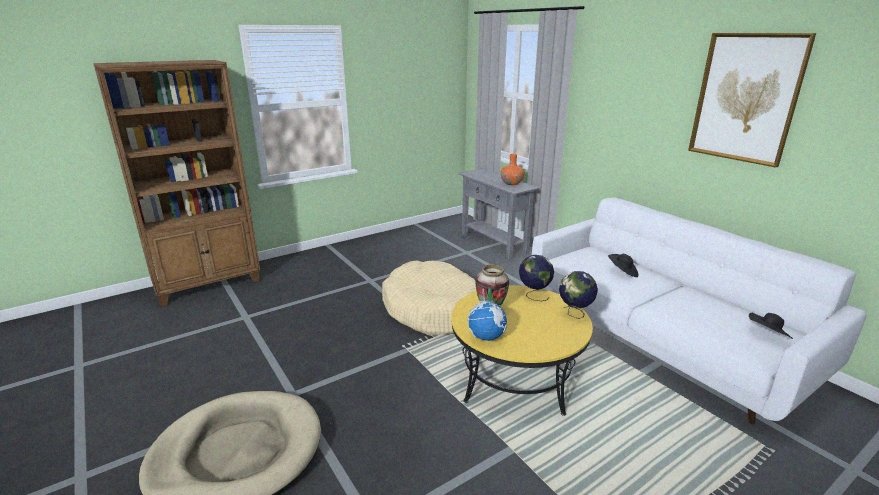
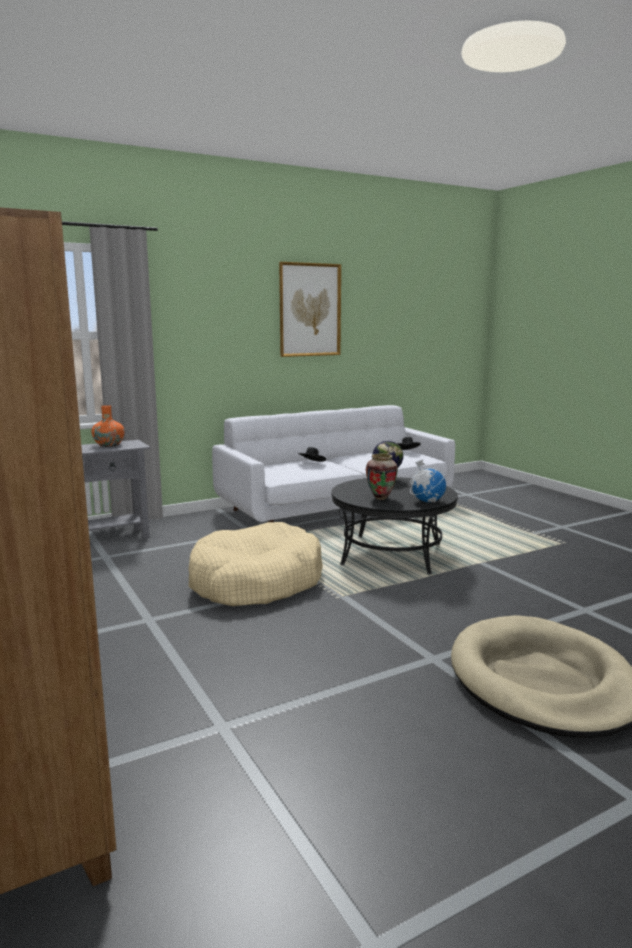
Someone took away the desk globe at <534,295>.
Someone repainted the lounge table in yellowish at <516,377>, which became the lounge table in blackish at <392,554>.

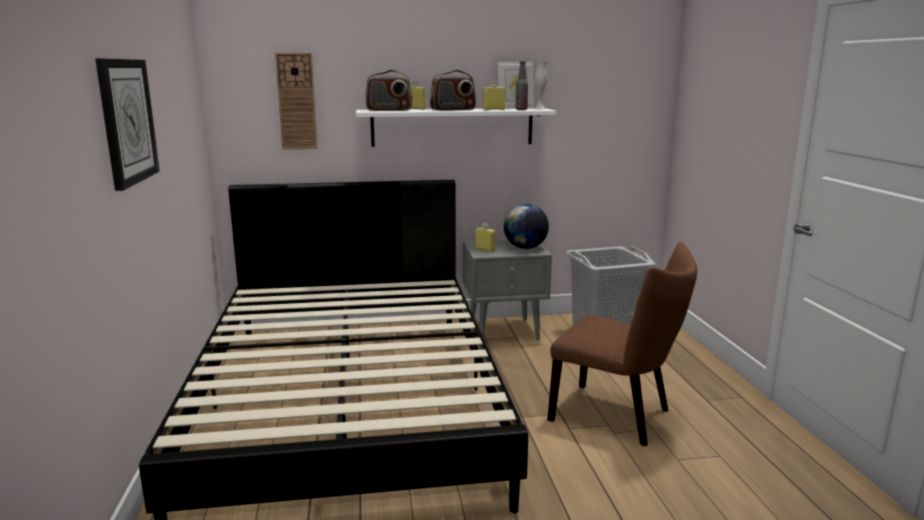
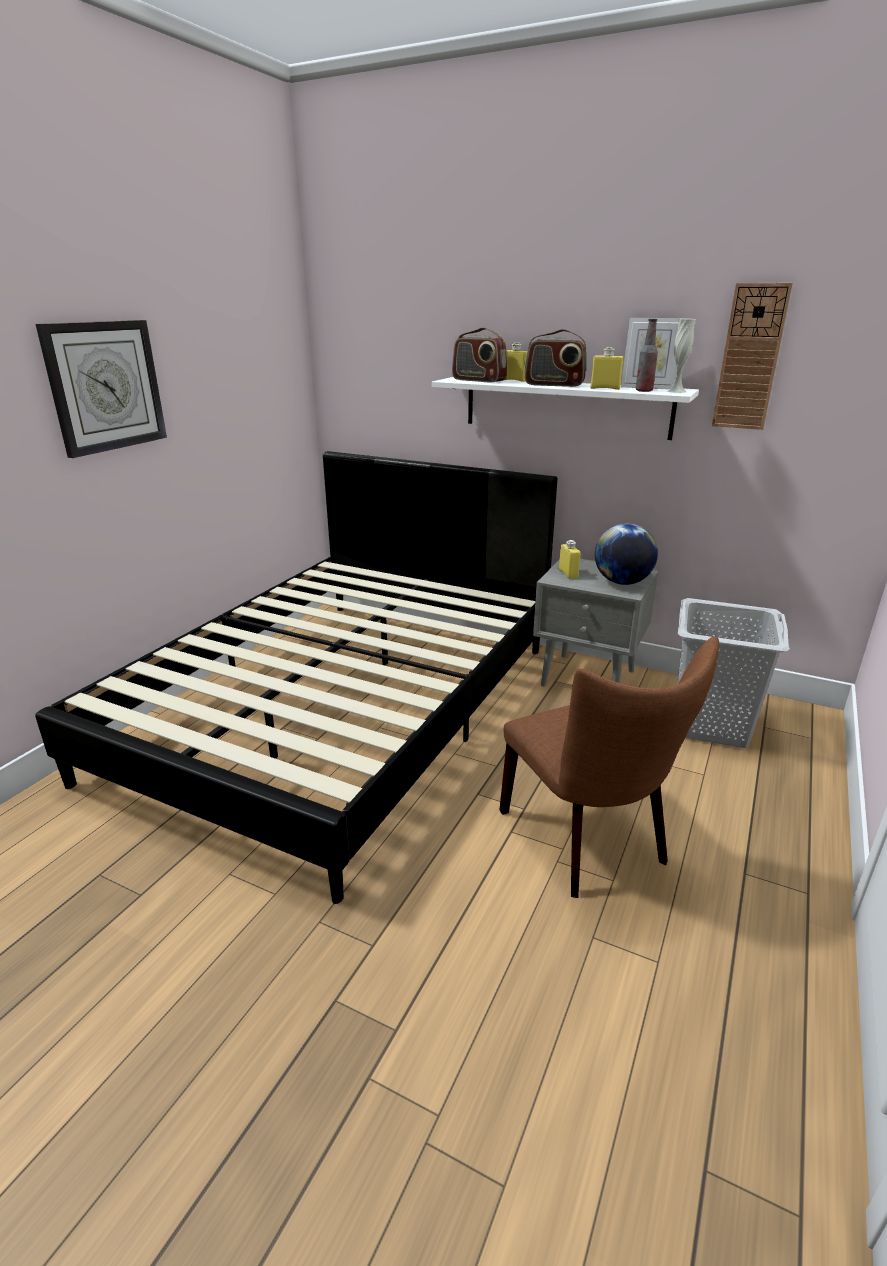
Someone carried the clock on the wall from <296,101> to <750,358>.

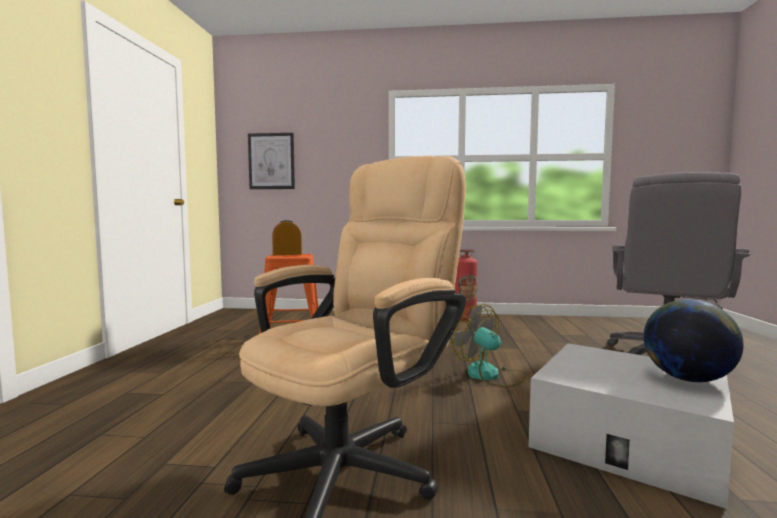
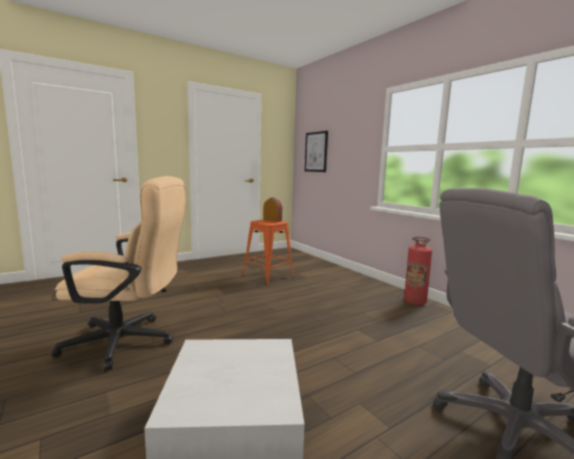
Someone took away the fan at <490,375>.
Someone took away the desk globe at <687,379>.

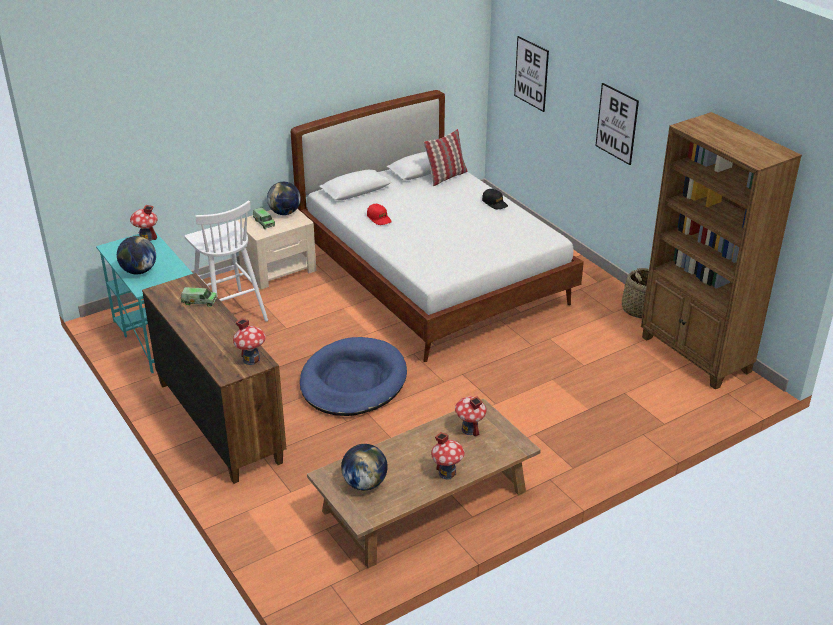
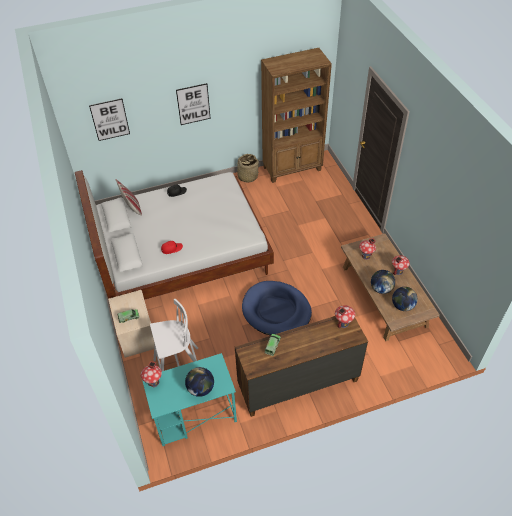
Someone carried the desk globe from <285,213> to <381,289>.

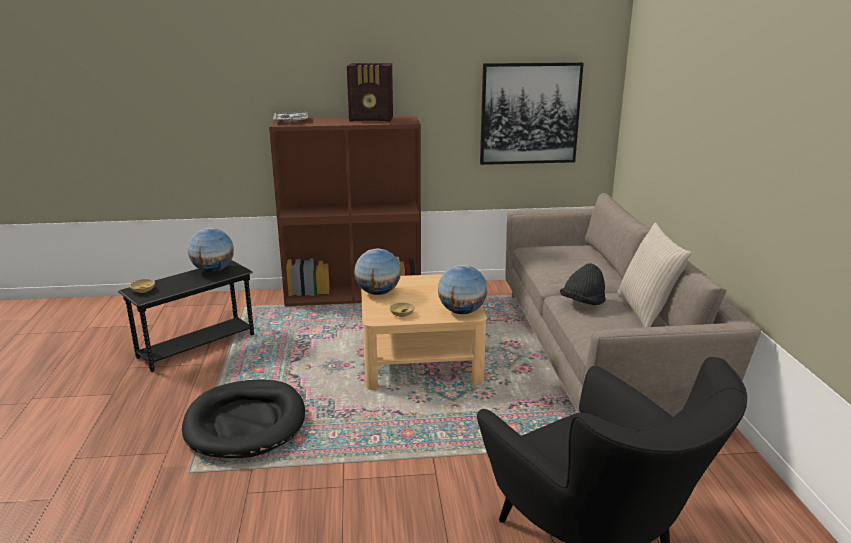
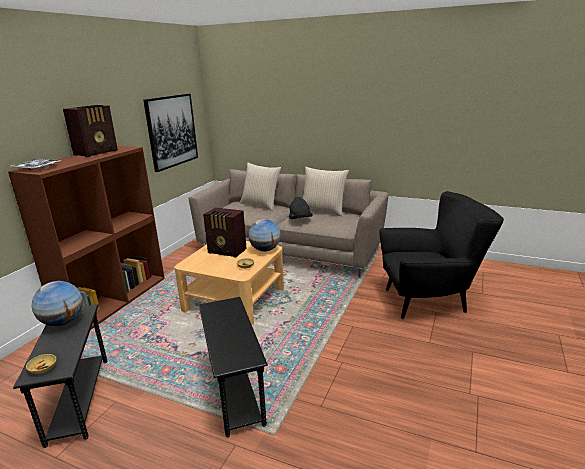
Someone took away the desk globe at <378,293>.
Someone put down the radio at <227,251>.
Someone put down the cushion in beige-coloured at <261,205>.
Someone swapped the dog bed in blackish at <246,423> for the accent table in blackish at <234,391>.

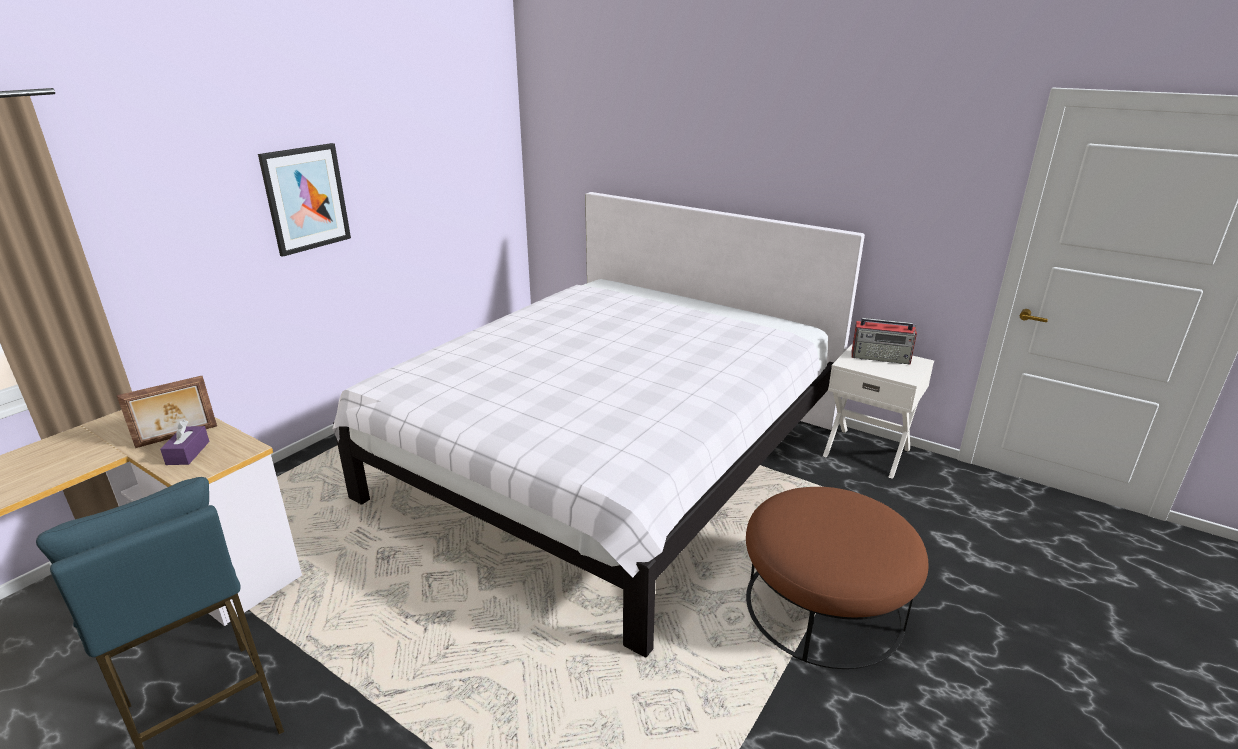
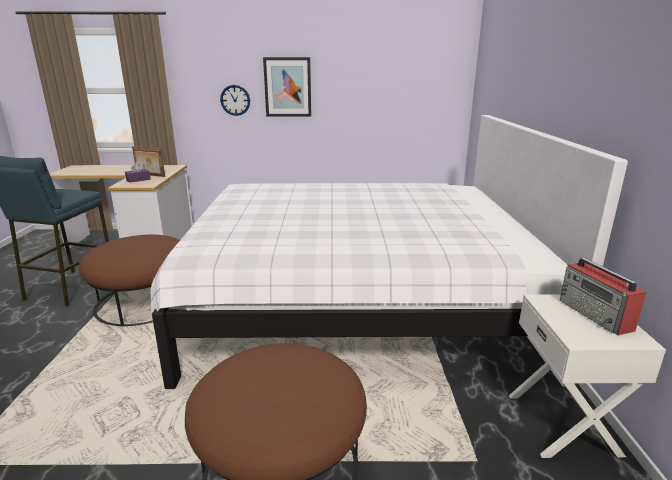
Someone put down the ottoman in brownish at <144,301>.
Someone put up the clock on the wall at <235,100>.

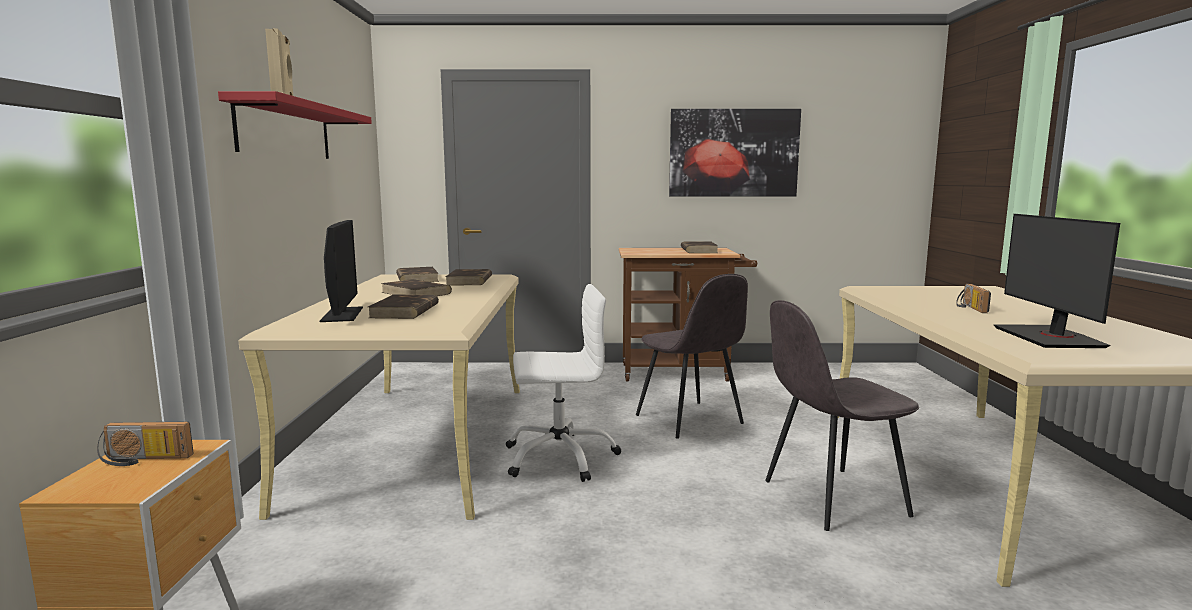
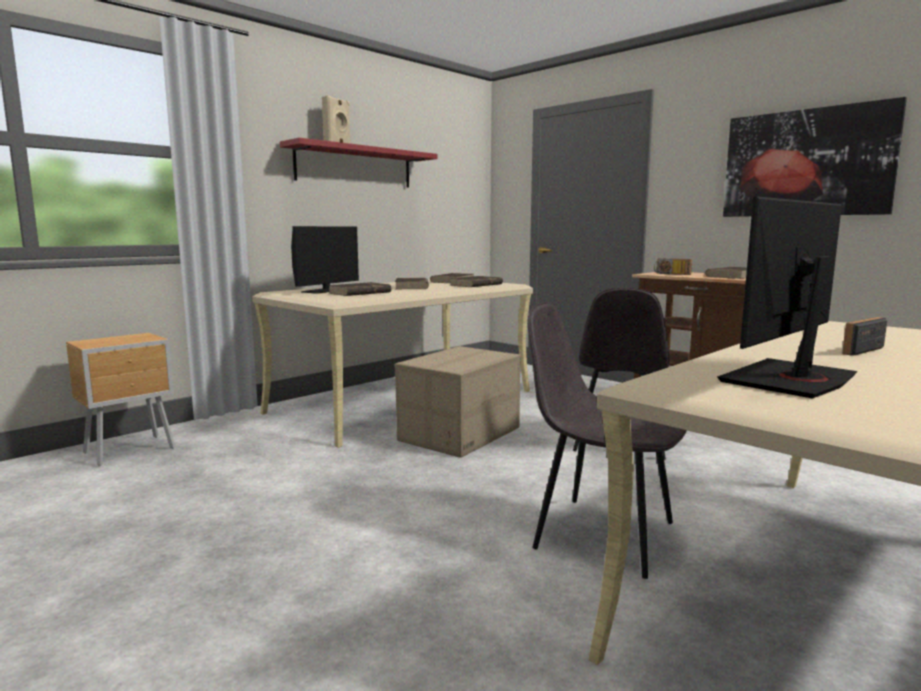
Someone carried the radio from <143,460> to <671,274>.
Someone swapped the computer chair in white at <560,457> for the carton at <460,434>.

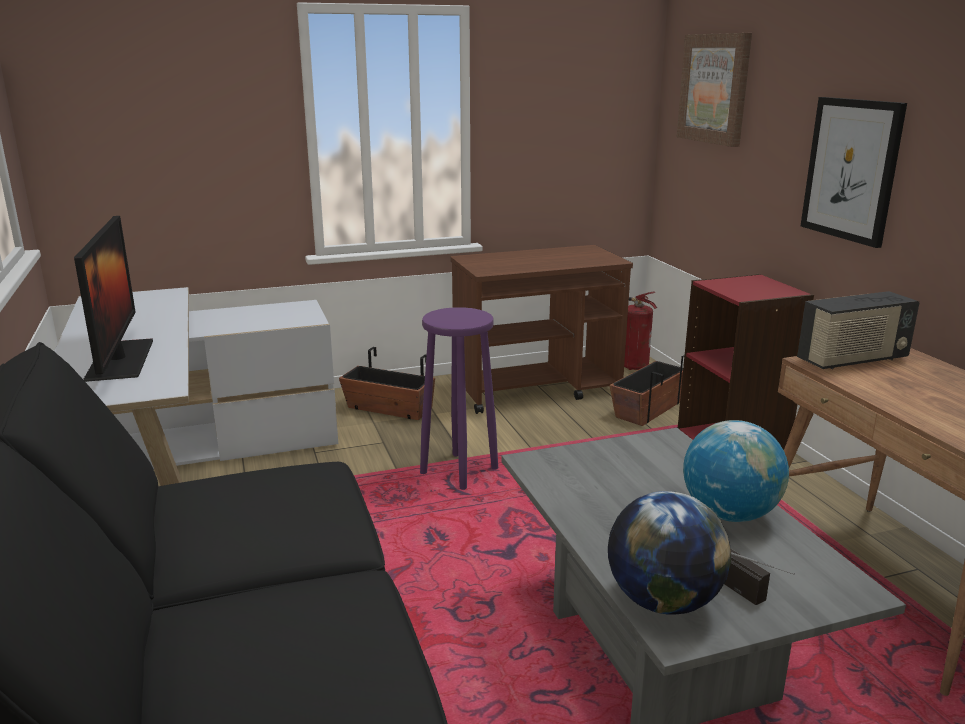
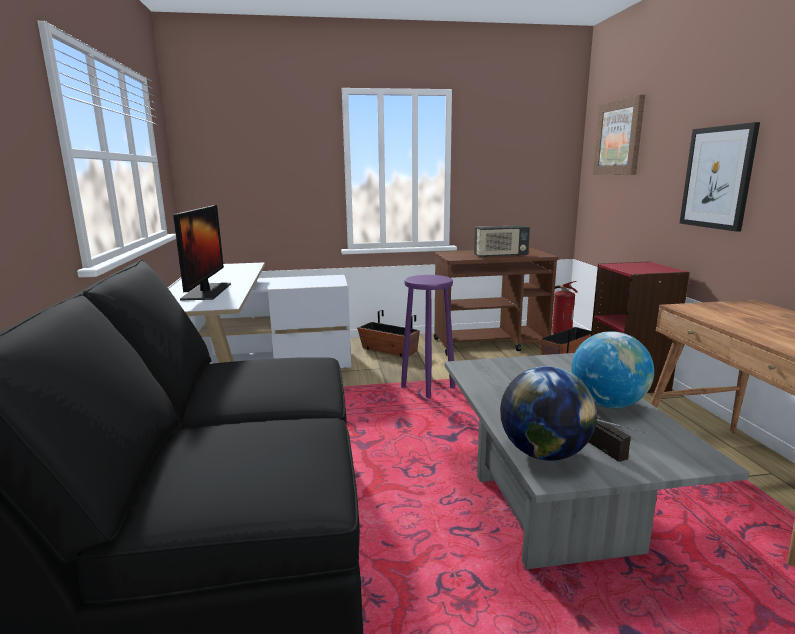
Someone carried the radio from <852,360> to <500,256>.

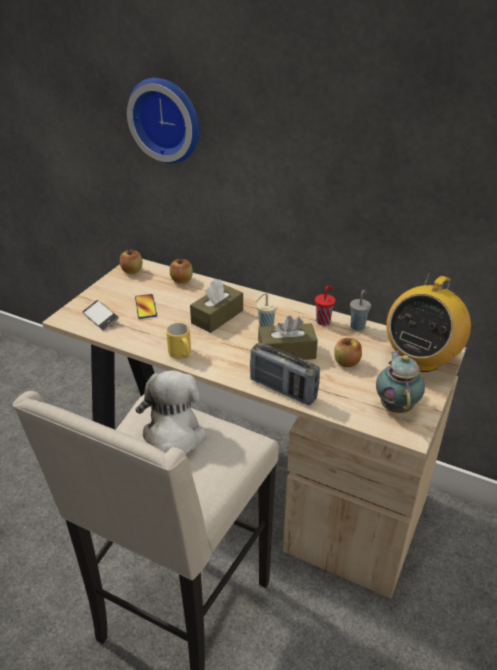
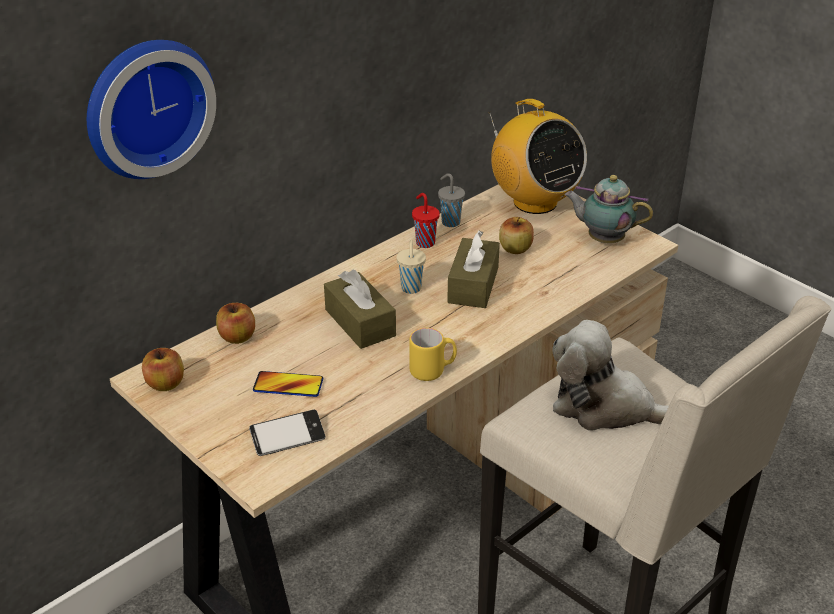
Someone took away the radio at <283,389>.

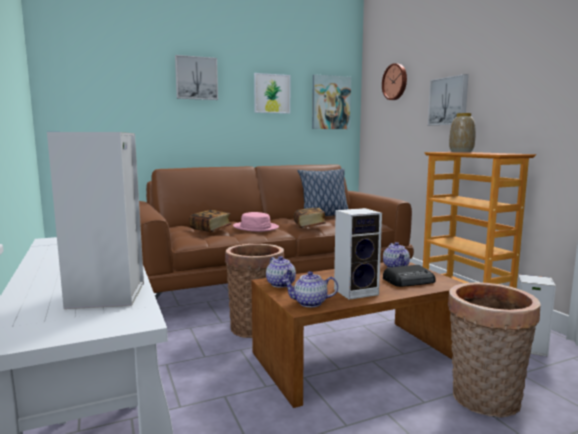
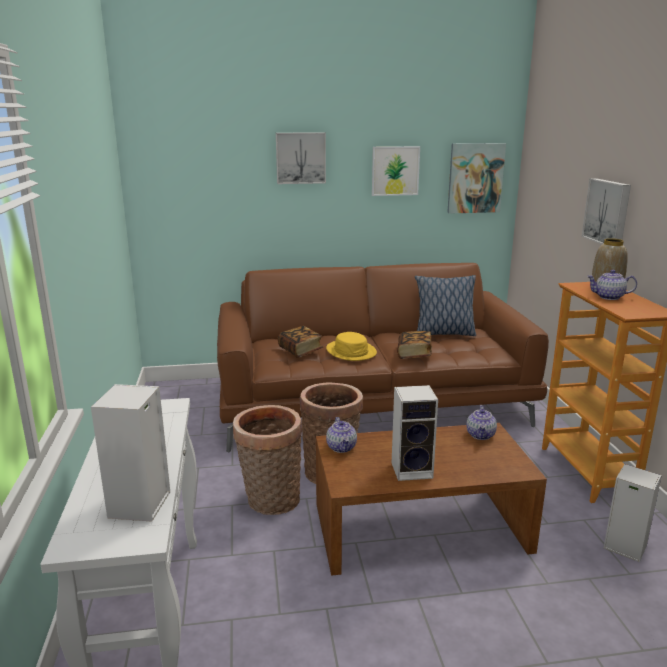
Someone took away the clock on the wall at <395,82>.
Someone took away the radio at <409,281>.
Someone carried the pot for tea from <310,303> to <609,297>.
Someone carried the storage basket from <484,401> to <270,501>.
Someone repainted the wearable hat in pink at <256,227>, which became the wearable hat in yellowish at <351,351>.

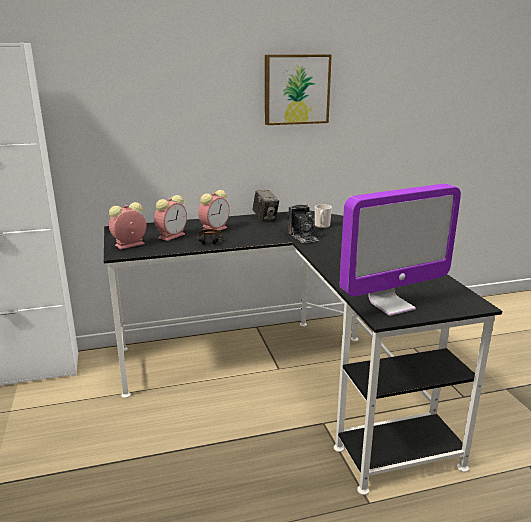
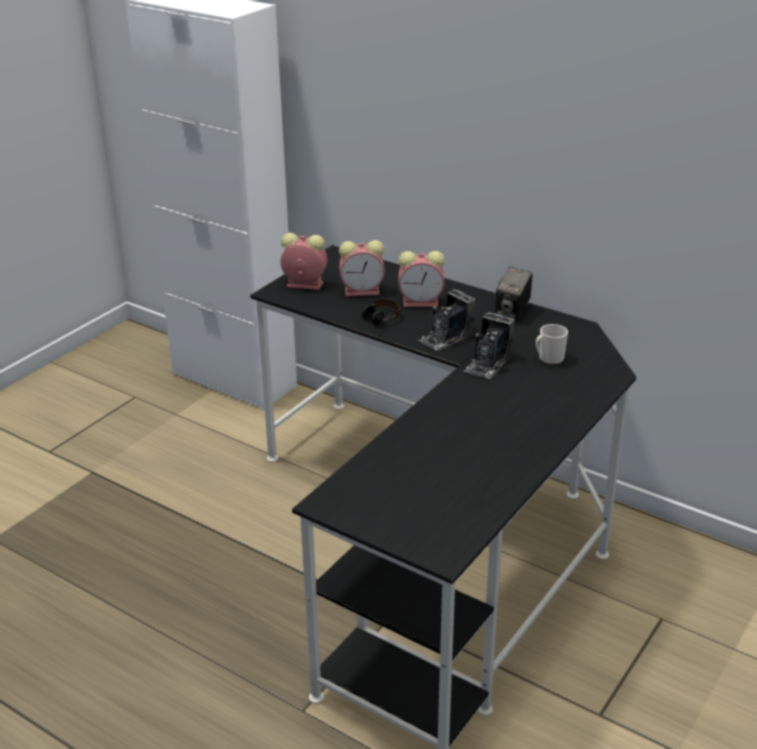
Someone took away the picture at <296,89>.
Someone took away the monitor at <391,305>.
Someone put down the photo camera at <446,338>.

